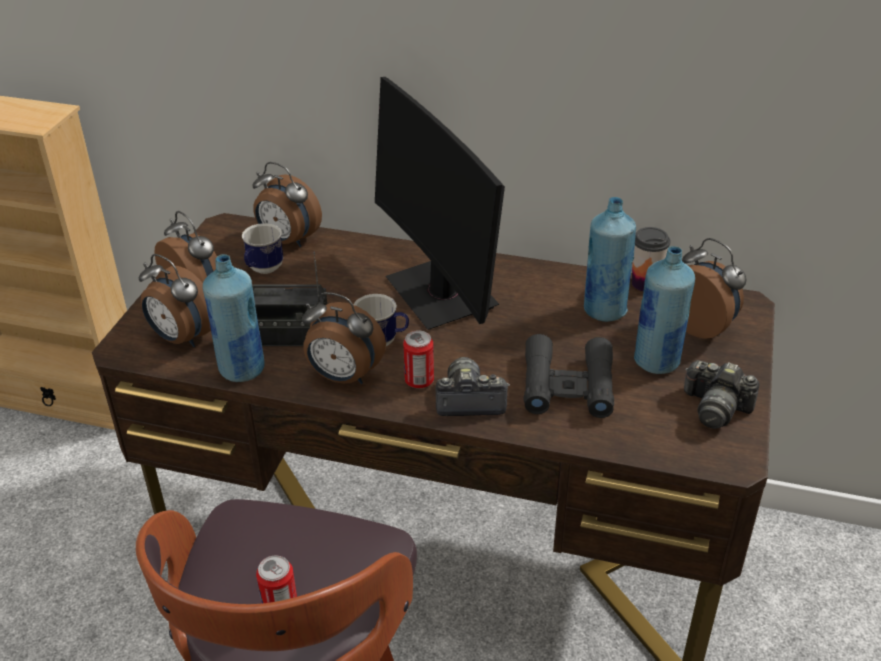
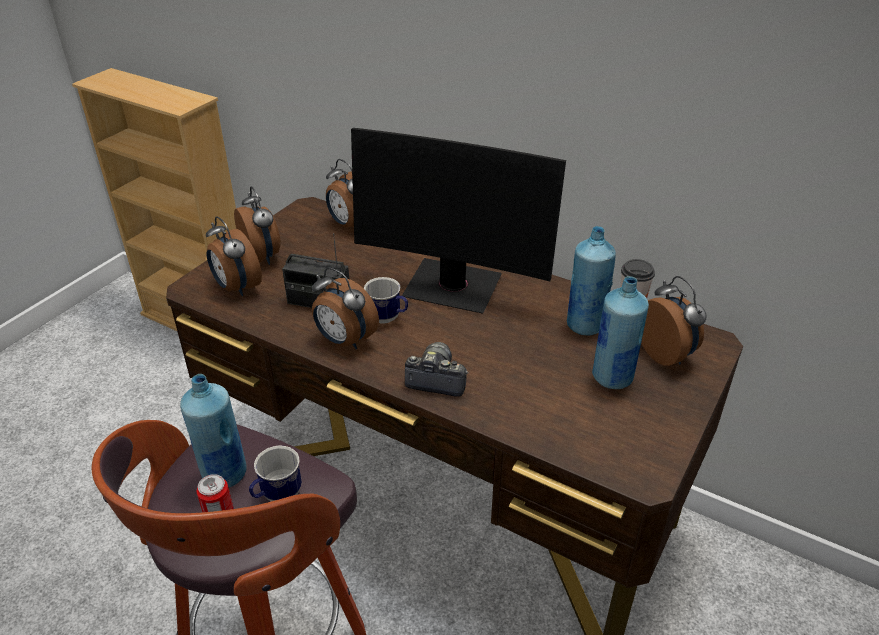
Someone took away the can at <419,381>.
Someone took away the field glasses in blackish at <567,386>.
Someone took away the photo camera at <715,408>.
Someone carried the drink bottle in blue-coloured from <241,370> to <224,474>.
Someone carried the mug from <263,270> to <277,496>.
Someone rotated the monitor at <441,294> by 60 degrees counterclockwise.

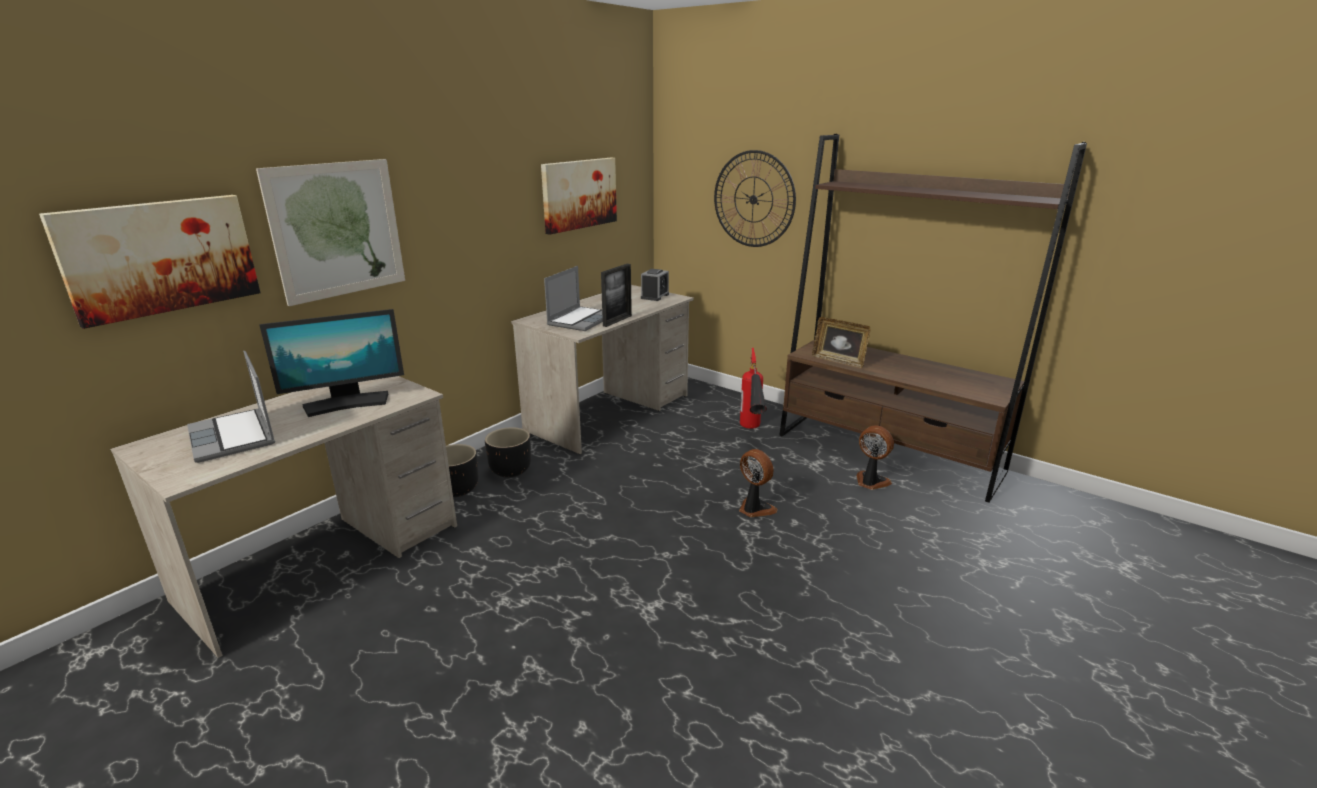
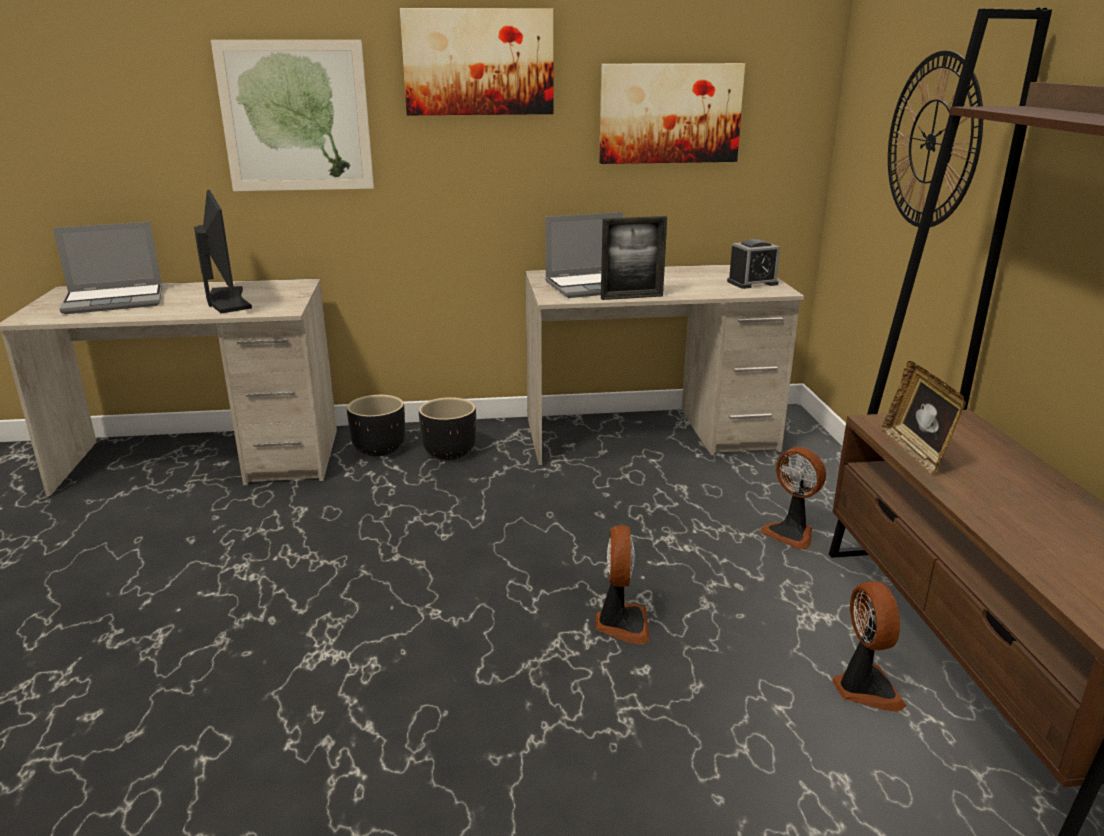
Someone carried the picture from <160,257> to <478,62>.
Someone swapped the fire extinguisher at <751,433> for the fan at <791,533>.
Someone rotated the notebook computer at <234,437> by 120 degrees counterclockwise.
Someone rotated the monitor at <347,403> by 135 degrees counterclockwise.

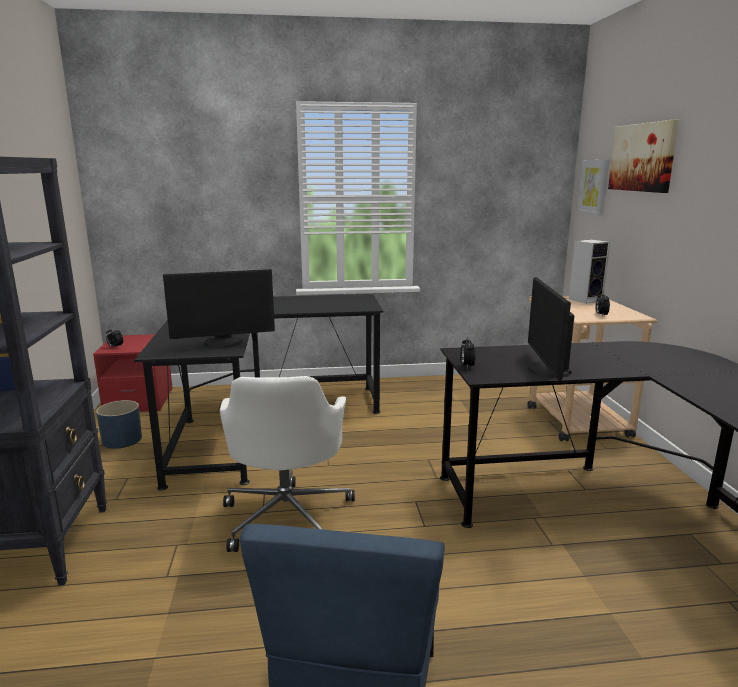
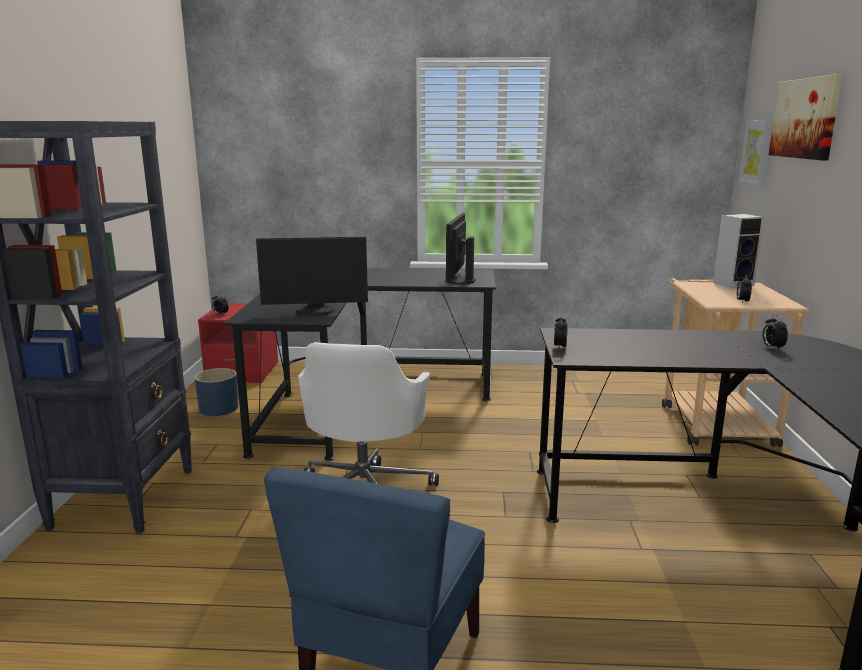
Someone put down the table clock at <772,347>.
Someone carried the monitor from <547,370> to <458,281>.

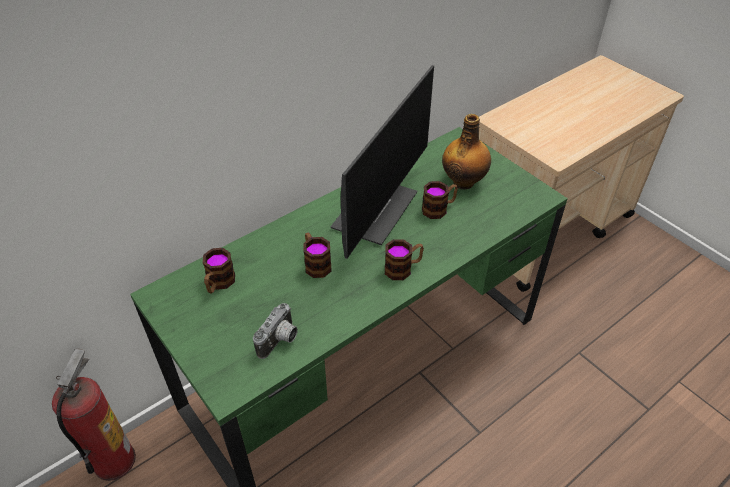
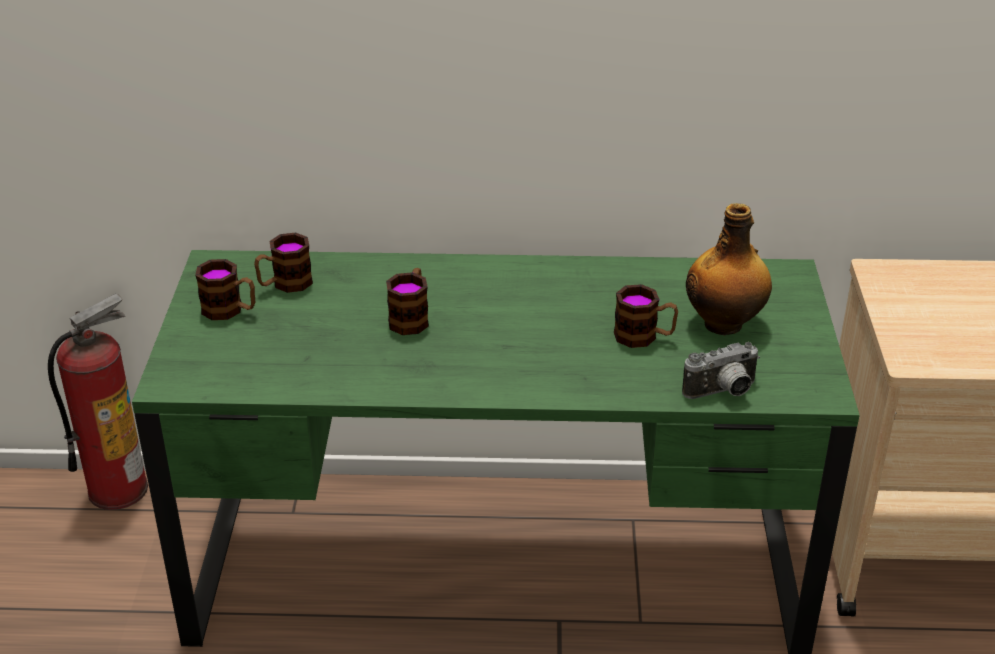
Someone took away the monitor at <375,209>.
Someone carried the photo camera from <280,341> to <723,393>.
Someone carried the mug from <403,268> to <230,310>.

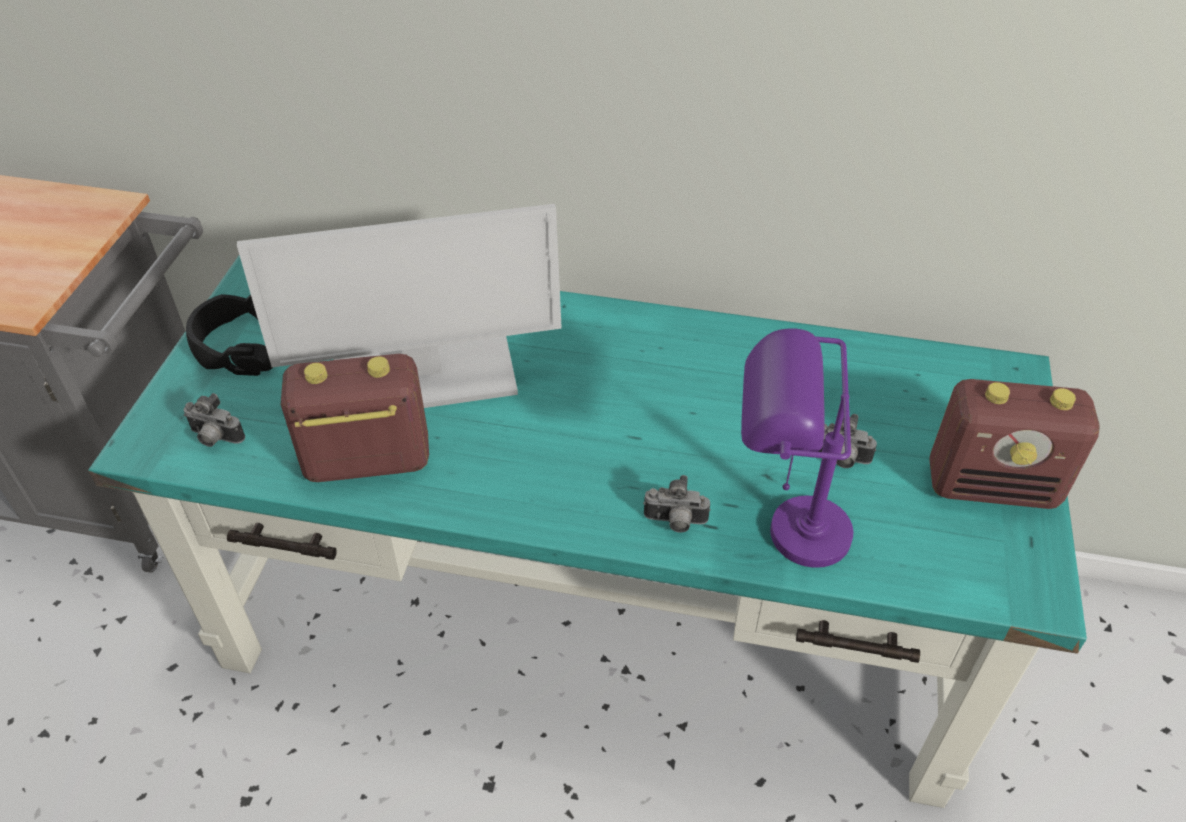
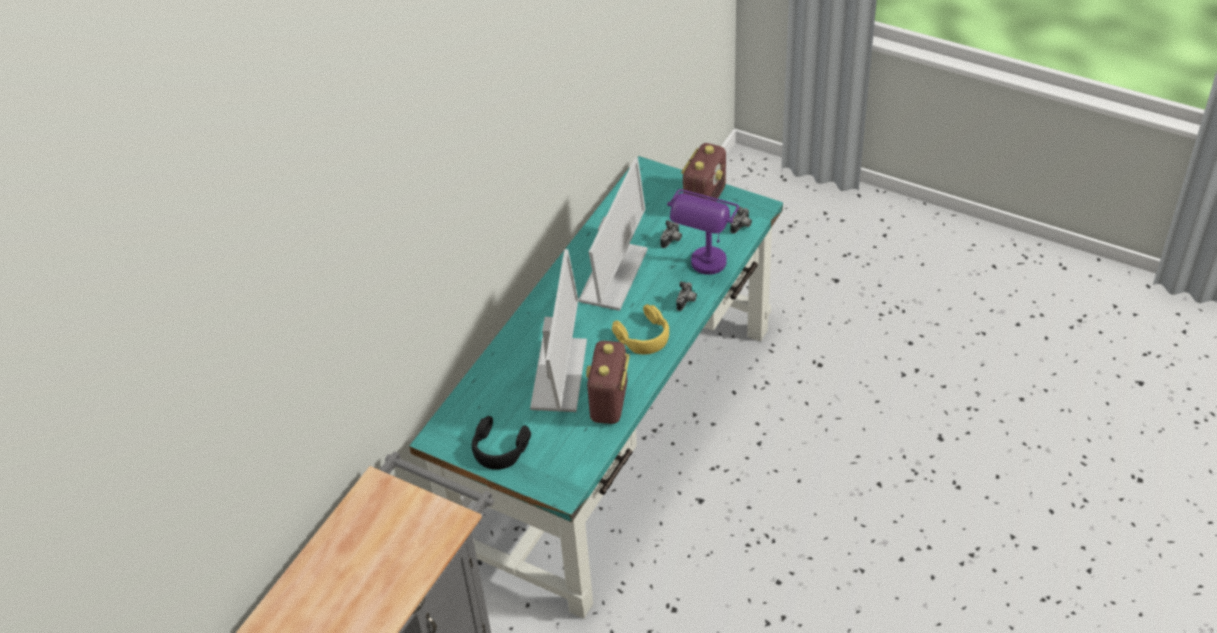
Someone put down the monitor at <613,276>.
Someone put down the pair of headphones in yellowish at <644,336>.
Someone carried the photo camera from <215,438> to <742,227>.

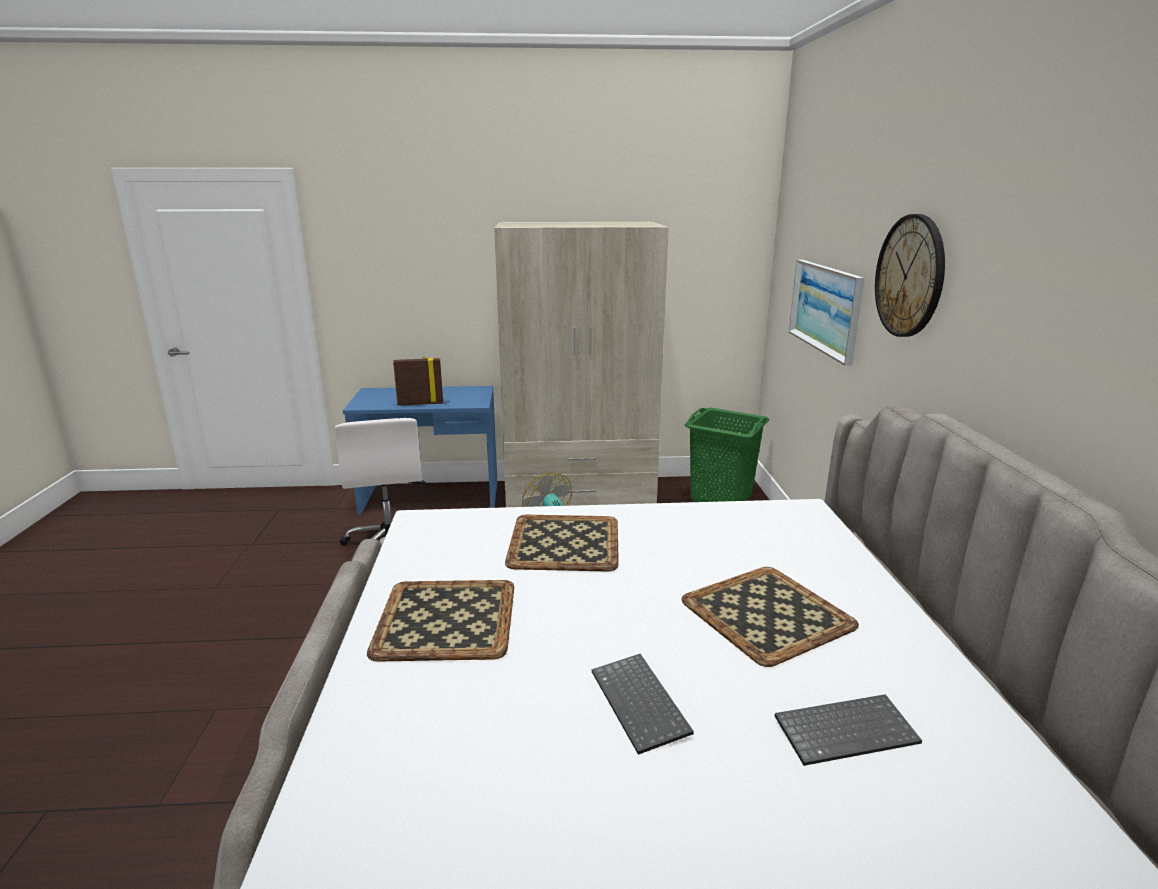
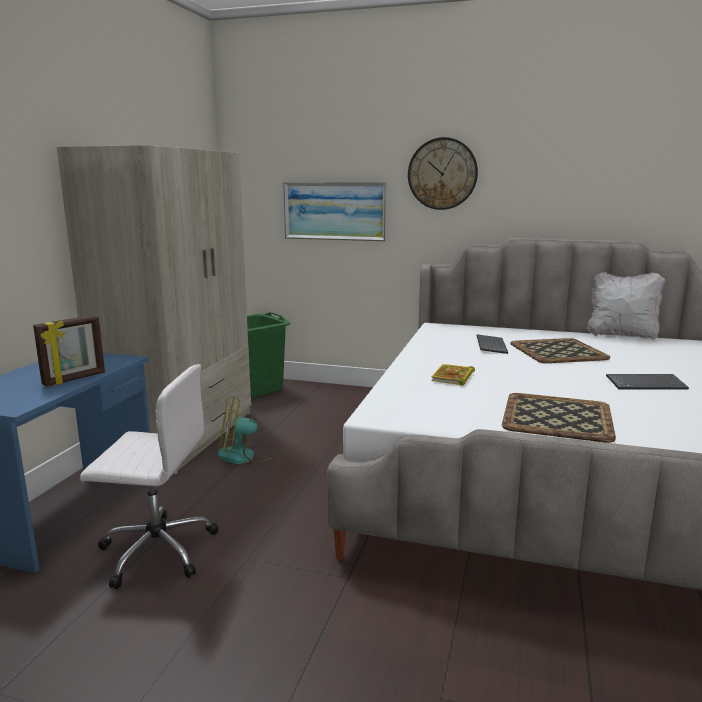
Someone put down the cushion in white at <621,335>.
Someone carried the computer keyboard from <846,729> to <490,345>.
Someone swapped the carrying tray at <563,543> for the bound book at <453,378>.
Someone rotated the photo frame at <420,403> by 150 degrees counterclockwise.

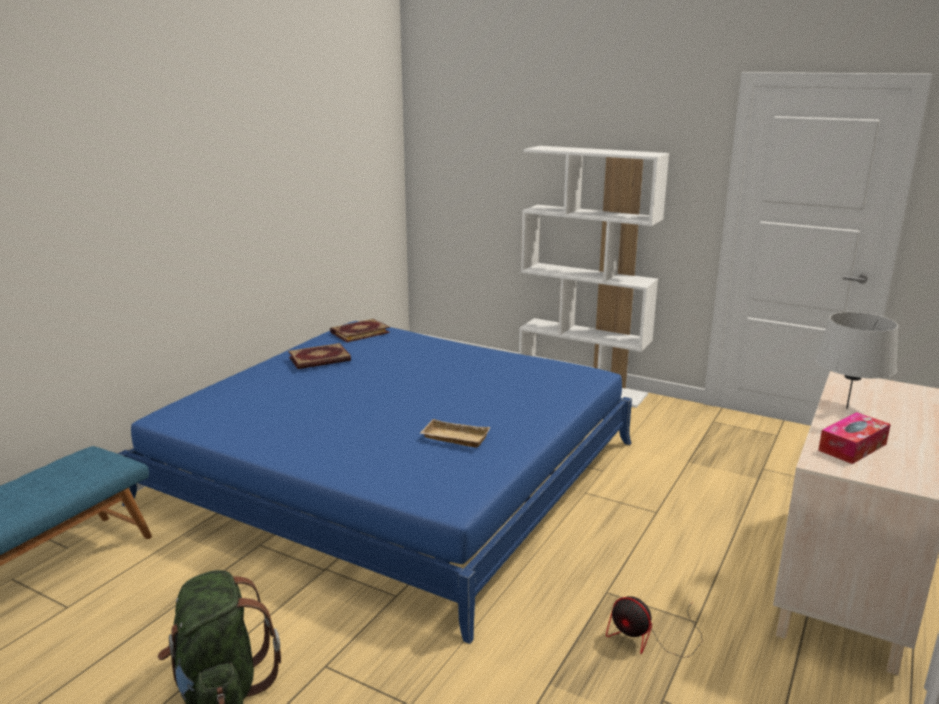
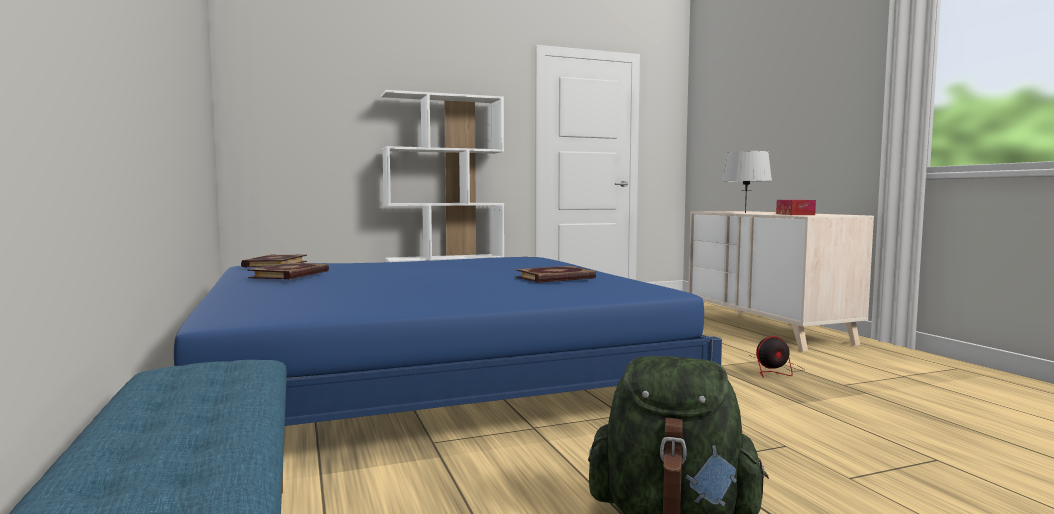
Someone swapped the carrying tray in beige-coloured at <453,438> for the bound book at <556,278>.

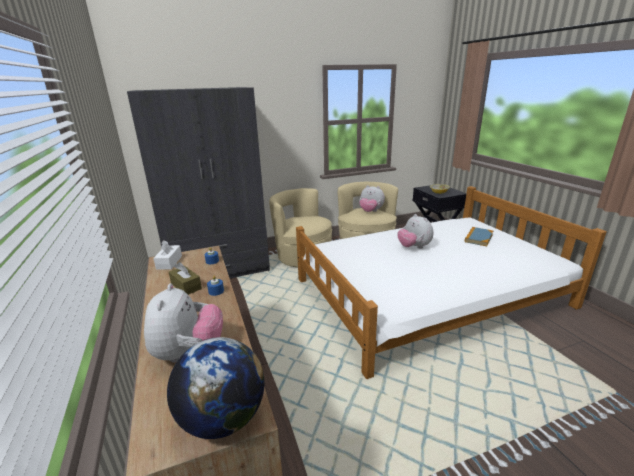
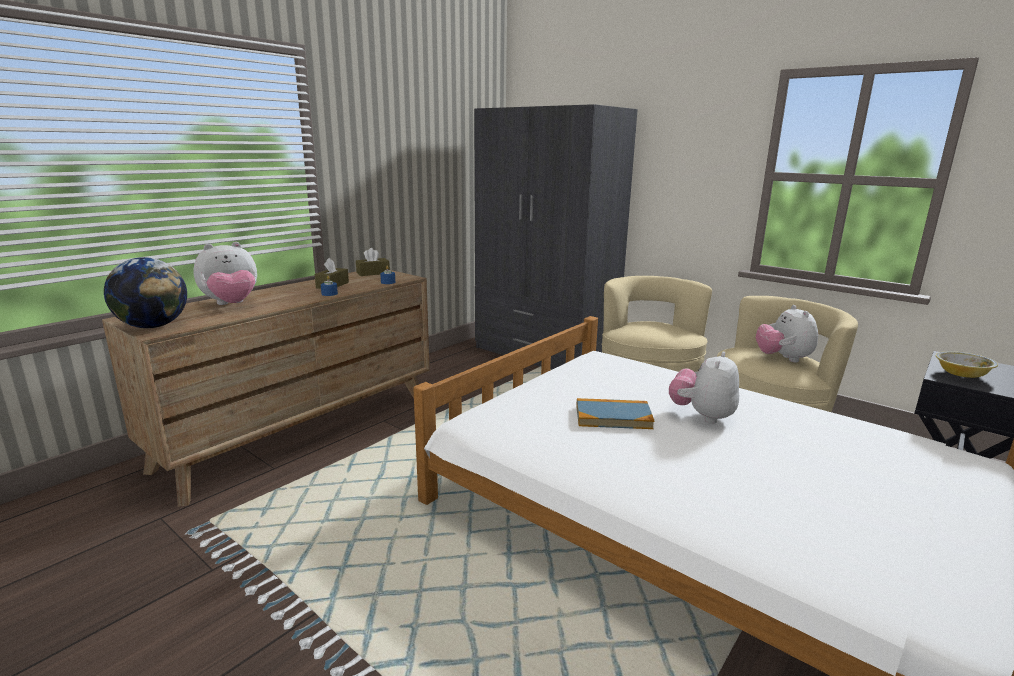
Someone carried the bound book from <478,238> to <613,417>.
Someone repainted the tissue box in white at <169,262>, which became the tissue box in brownish at <373,273>.

